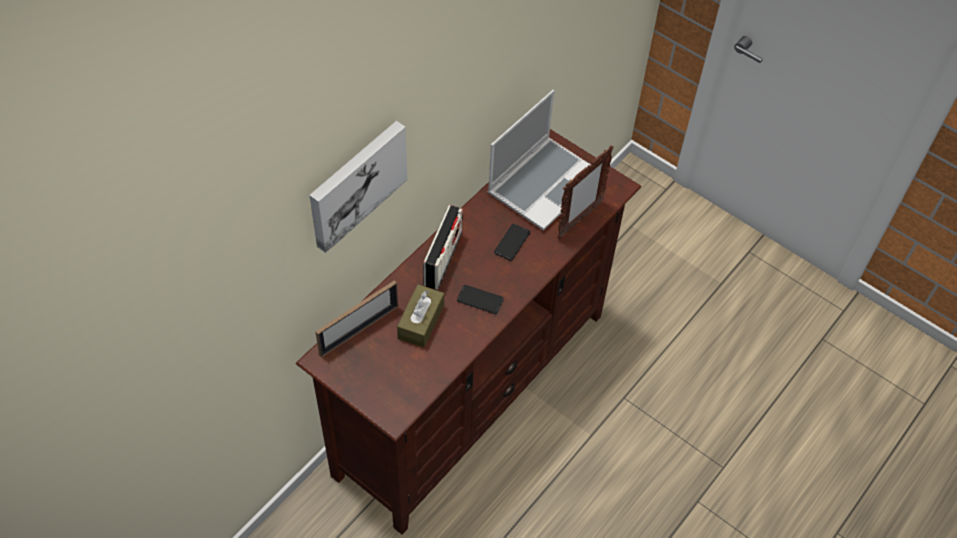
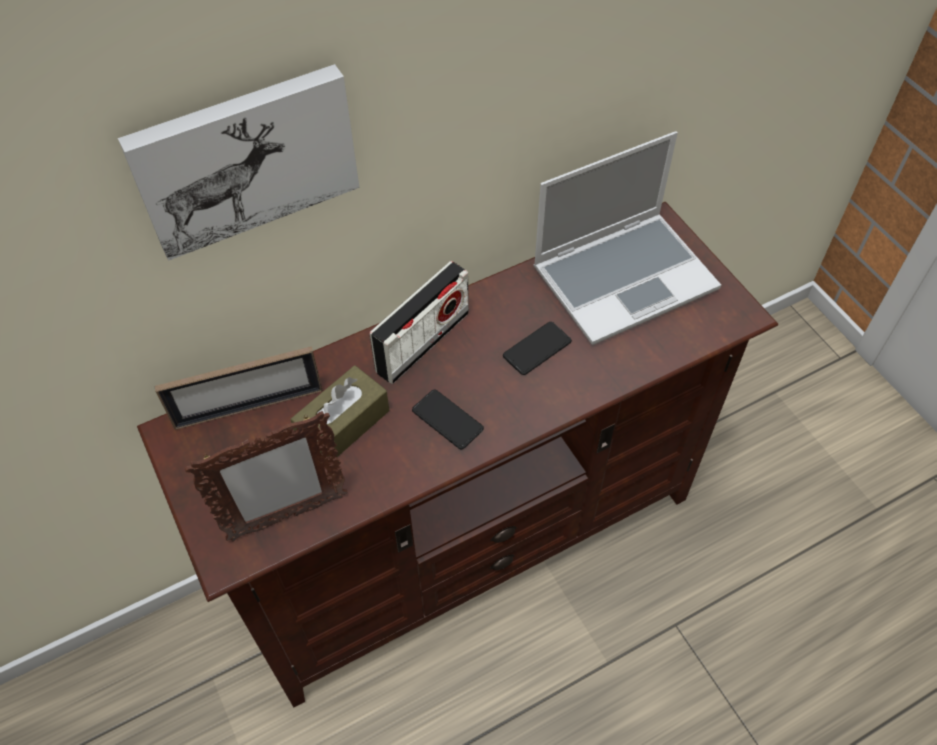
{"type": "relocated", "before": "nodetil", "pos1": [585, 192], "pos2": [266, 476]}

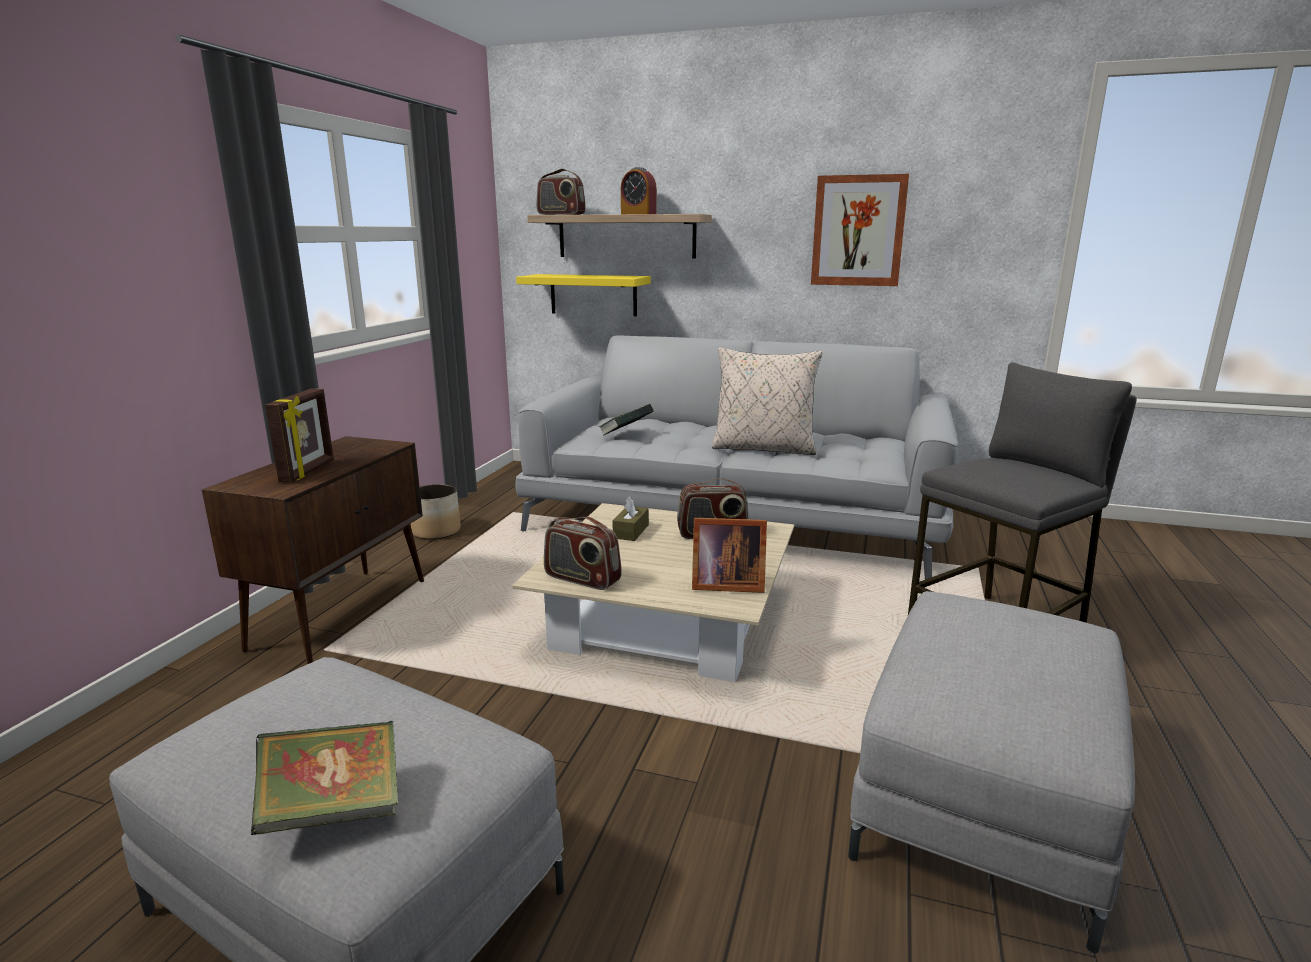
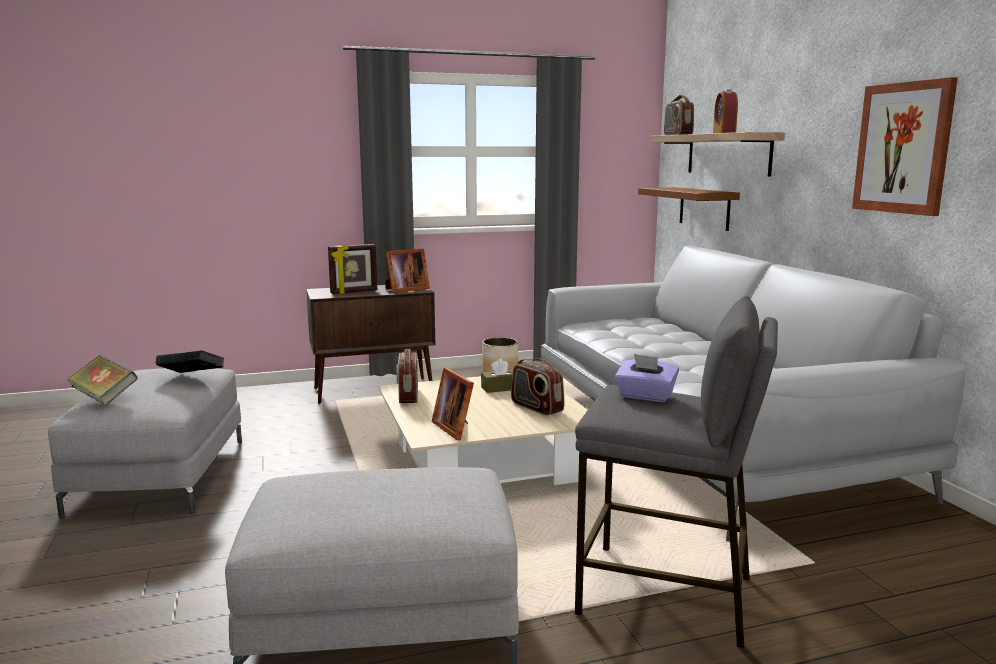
{"type": "colour", "before": "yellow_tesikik", "after": "brown_tesikik", "pos1": [583, 295], "pos2": [689, 209]}
{"type": "relocated", "before": "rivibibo", "pos1": [626, 420], "pos2": [190, 361]}
{"type": "missing", "before": "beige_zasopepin", "pos1": [767, 401]}
{"type": "appeared", "after": "nodetil", "pos2": [407, 270]}
{"type": "appeared", "after": "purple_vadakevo", "pos2": [647, 378]}

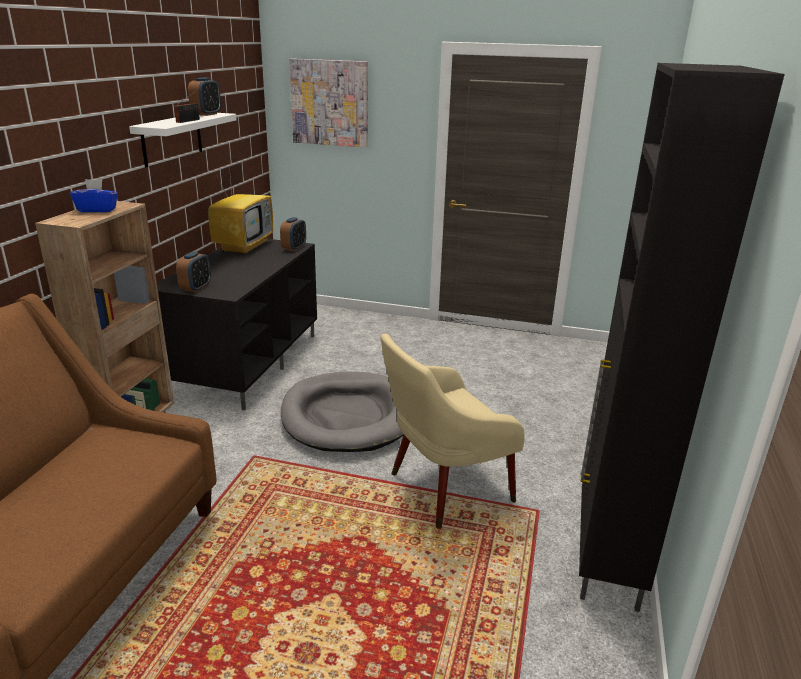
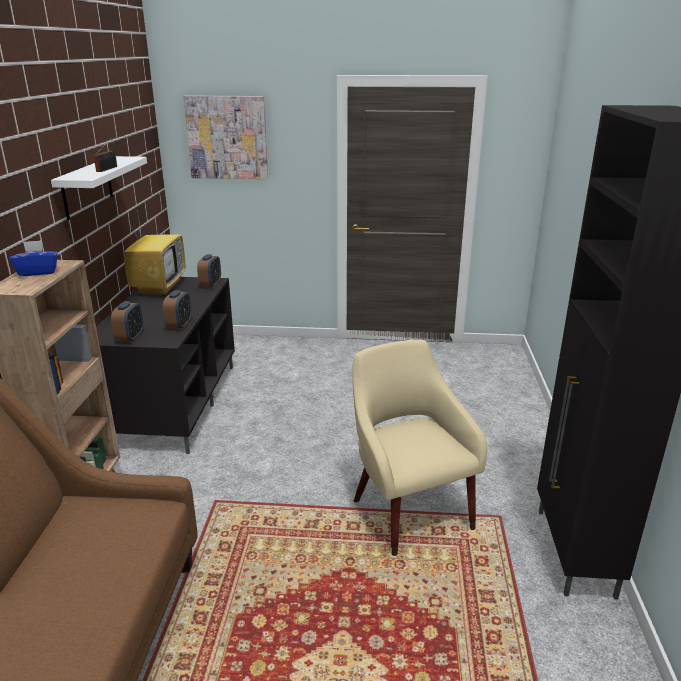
{"type": "relocated", "before": "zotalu", "pos1": [204, 97], "pos2": [177, 310]}
{"type": "missing", "before": "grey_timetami", "pos1": [342, 412]}
{"type": "spun", "before": "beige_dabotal", "pos1": [453, 431], "pos2": [419, 448], "turn": 105}

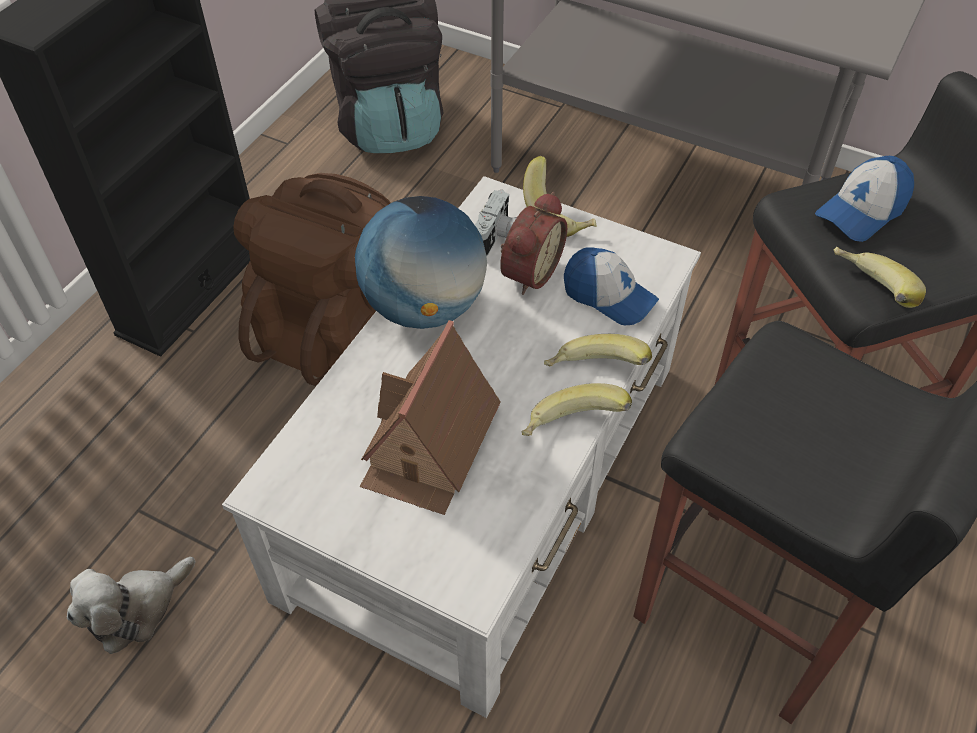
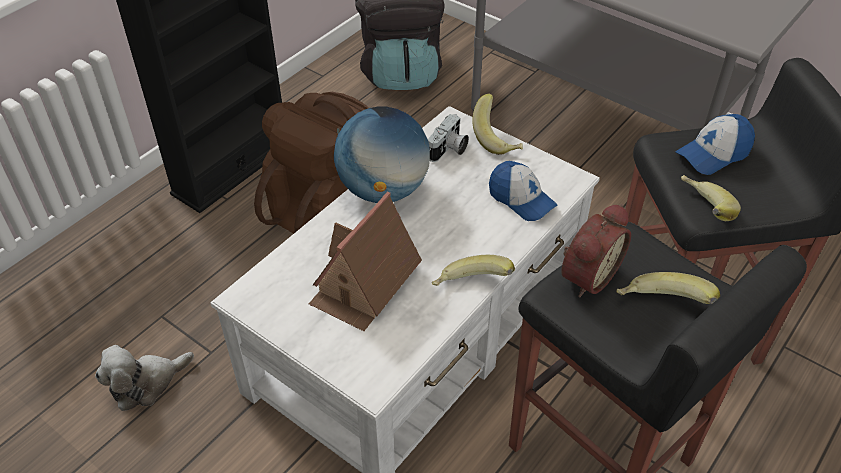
{"type": "relocated", "before": "zotalu", "pos1": [533, 243], "pos2": [596, 250]}
{"type": "relocated", "before": "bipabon", "pos1": [598, 350], "pos2": [668, 288]}

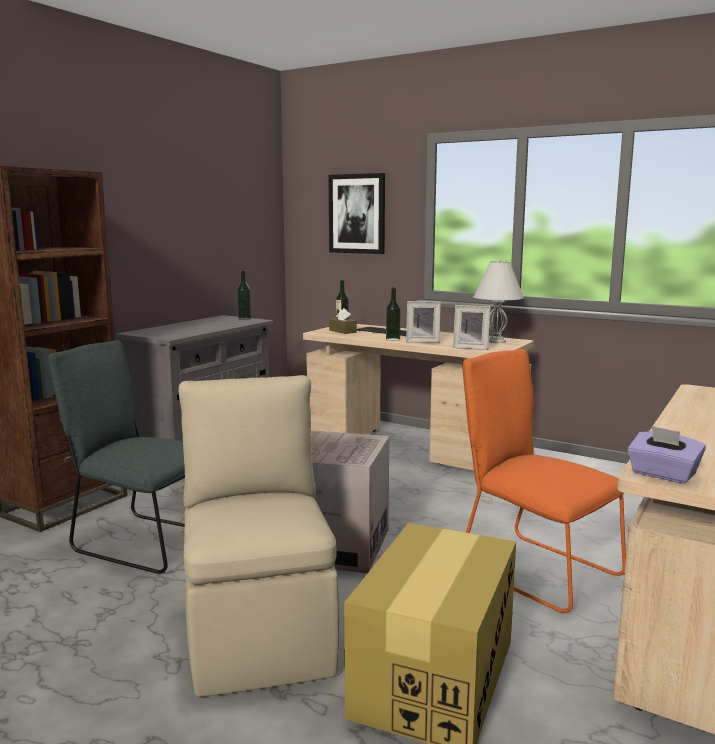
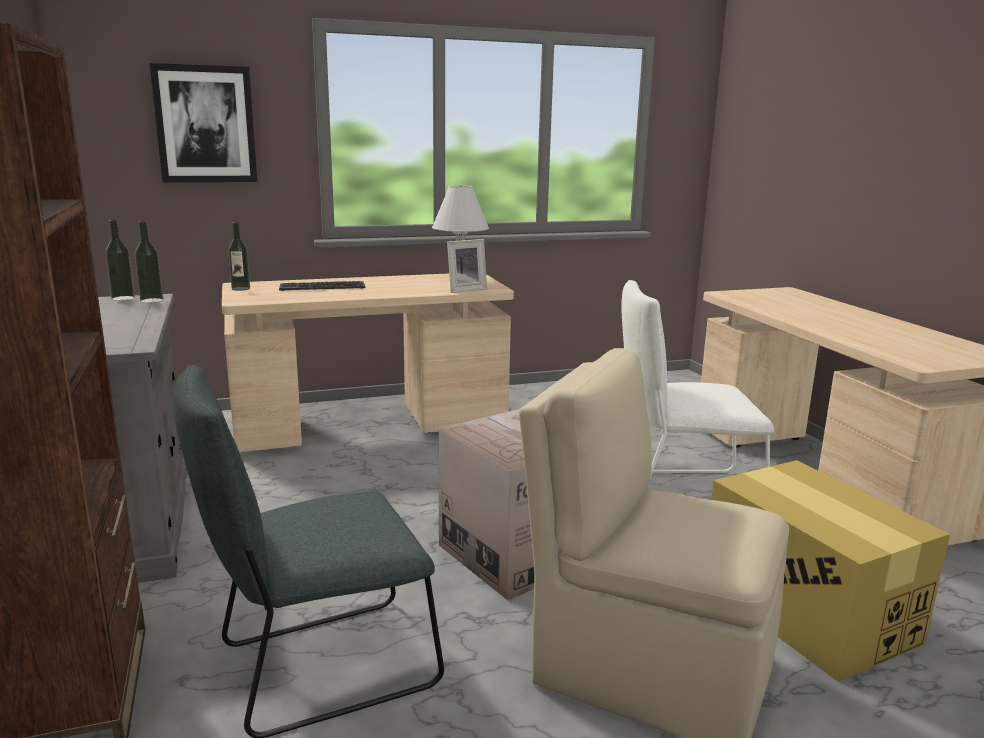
{"type": "missing", "before": "brown_vadakevo", "pos1": [343, 321]}
{"type": "relocated", "before": "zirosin", "pos1": [393, 314], "pos2": [149, 262]}
{"type": "missing", "before": "nodetil", "pos1": [423, 322]}
{"type": "colour", "before": "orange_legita", "after": "white_legita", "pos1": [544, 481], "pos2": [697, 379]}
{"type": "missing", "before": "purple_vadakevo", "pos1": [666, 455]}

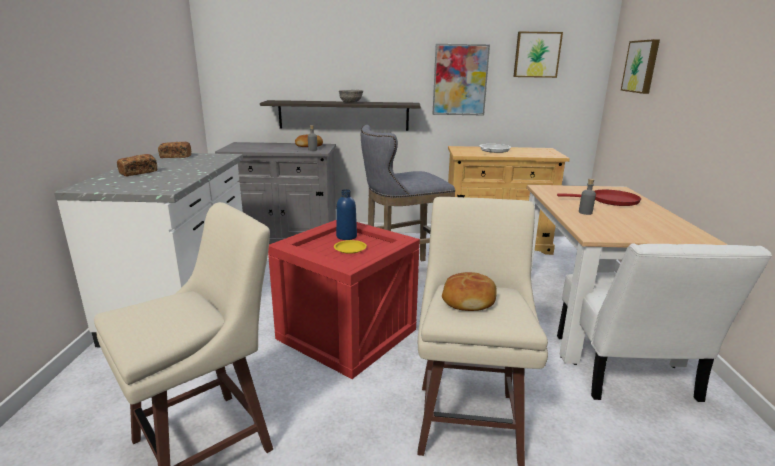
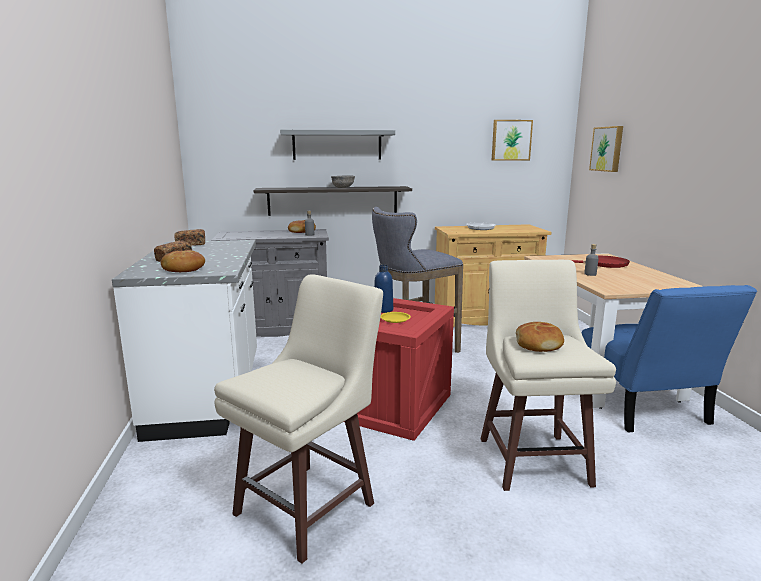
{"type": "missing", "before": "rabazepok", "pos1": [461, 79]}
{"type": "colour", "before": "white_legita", "after": "blue_legita", "pos1": [664, 322], "pos2": [669, 359]}
{"type": "appeared", "after": "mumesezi", "pos2": [183, 261]}
{"type": "appeared", "after": "grey_tesikik", "pos2": [337, 145]}

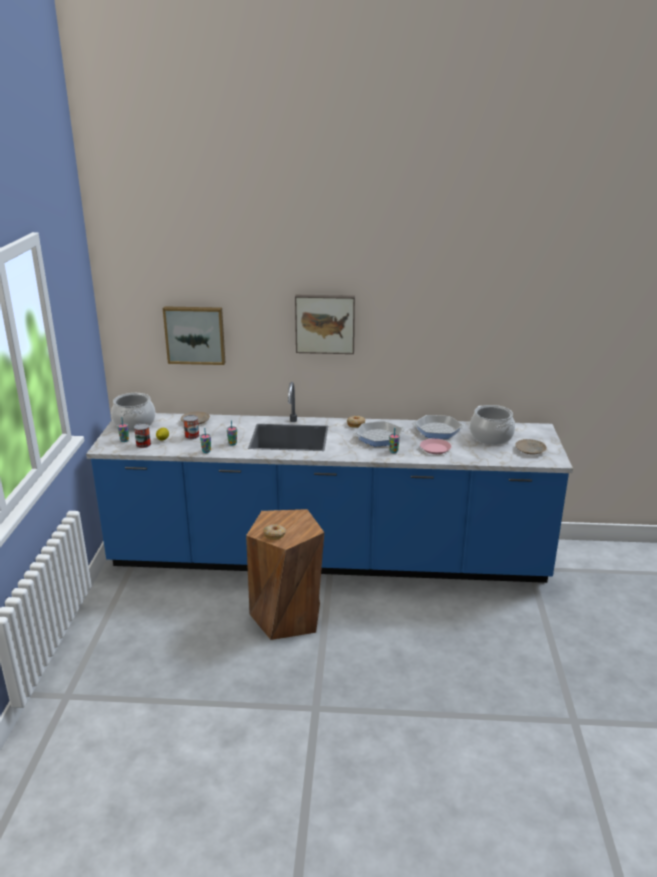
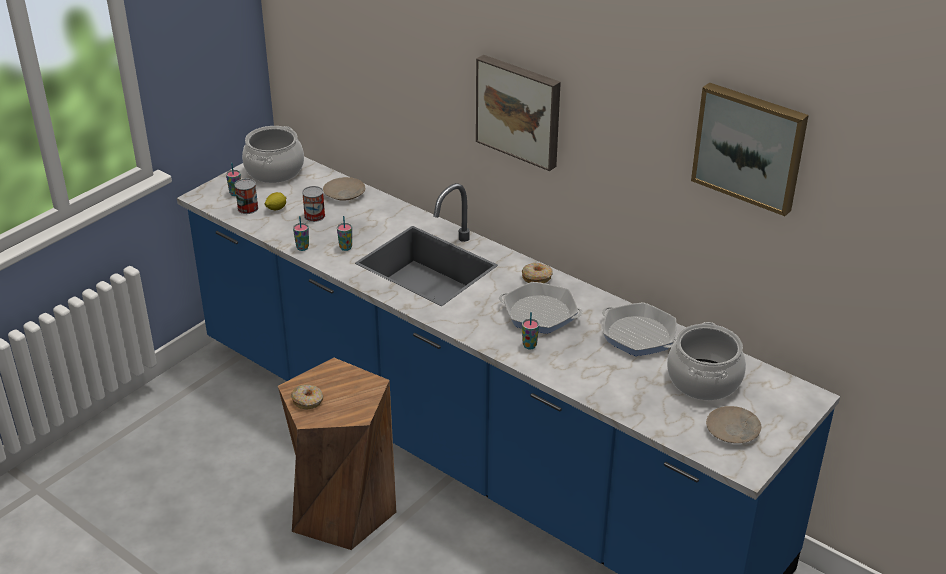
{"type": "relocated", "before": "rabazepok", "pos1": [194, 335], "pos2": [750, 149]}
{"type": "missing", "before": "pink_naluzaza", "pos1": [435, 446]}

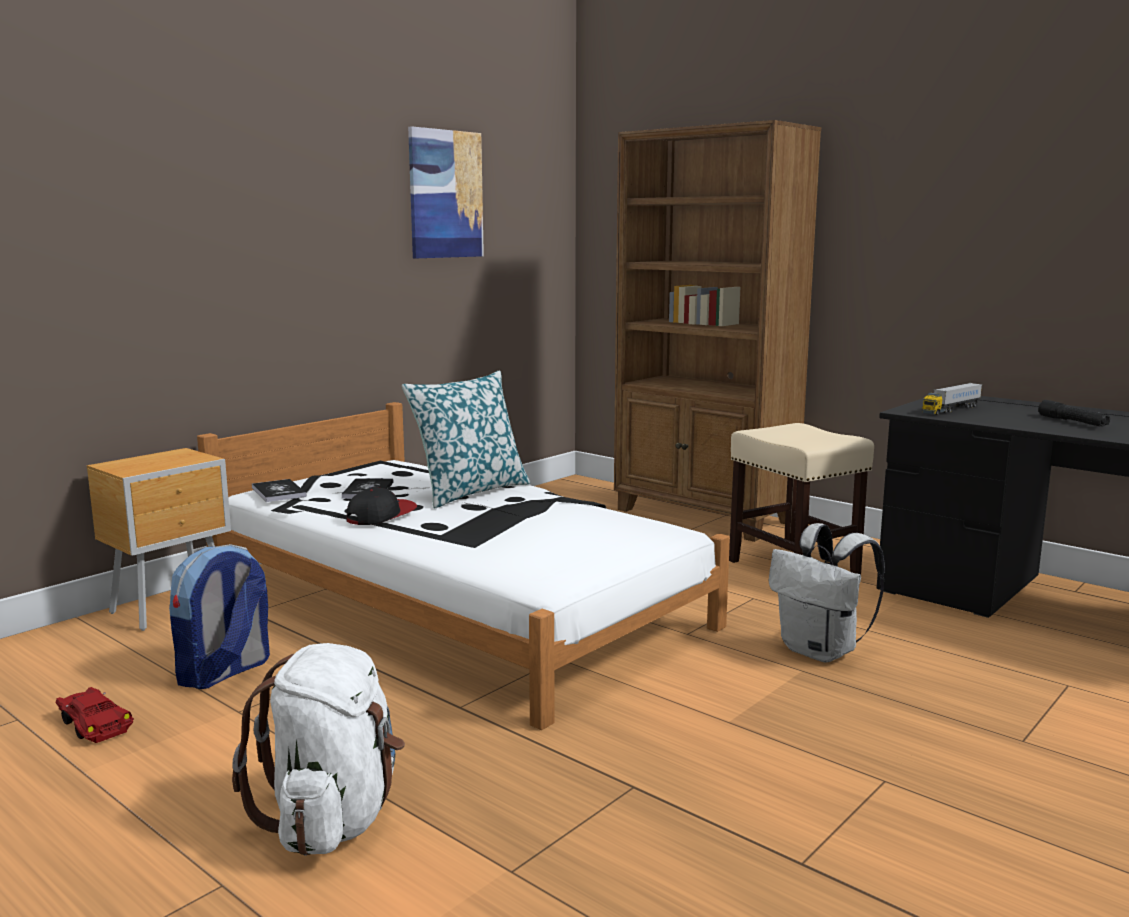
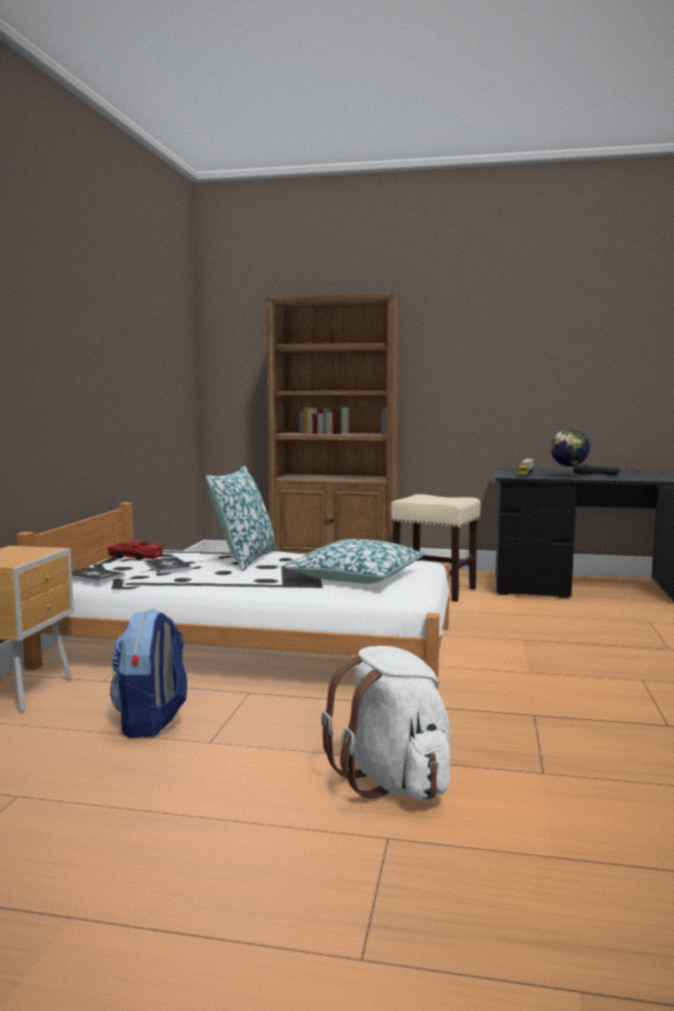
{"type": "relocated", "before": "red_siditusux", "pos1": [95, 715], "pos2": [135, 550]}
{"type": "missing", "before": "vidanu", "pos1": [381, 506]}
{"type": "missing", "before": "rabazepok", "pos1": [446, 192]}
{"type": "missing", "before": "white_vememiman", "pos1": [827, 593]}
{"type": "appeared", "after": "zasopepin", "pos2": [354, 561]}
{"type": "appeared", "after": "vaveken", "pos2": [570, 453]}

